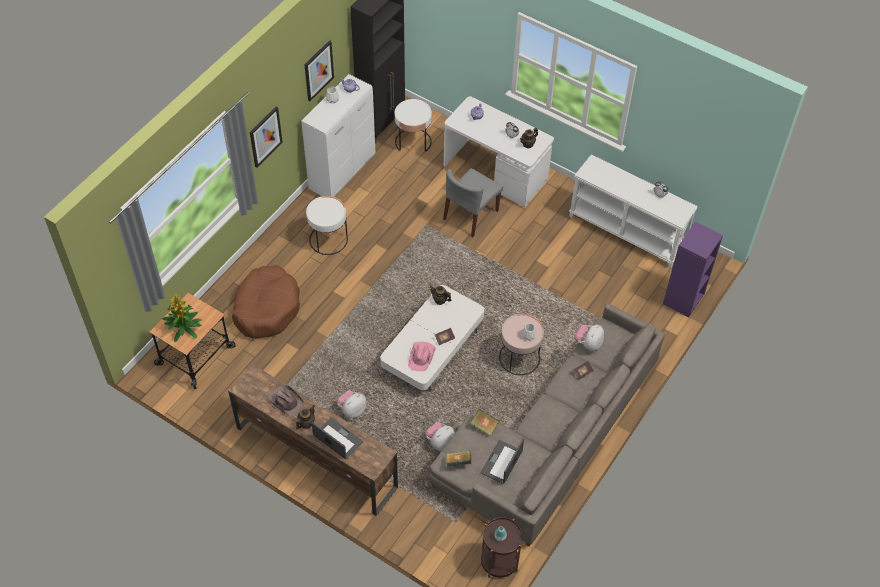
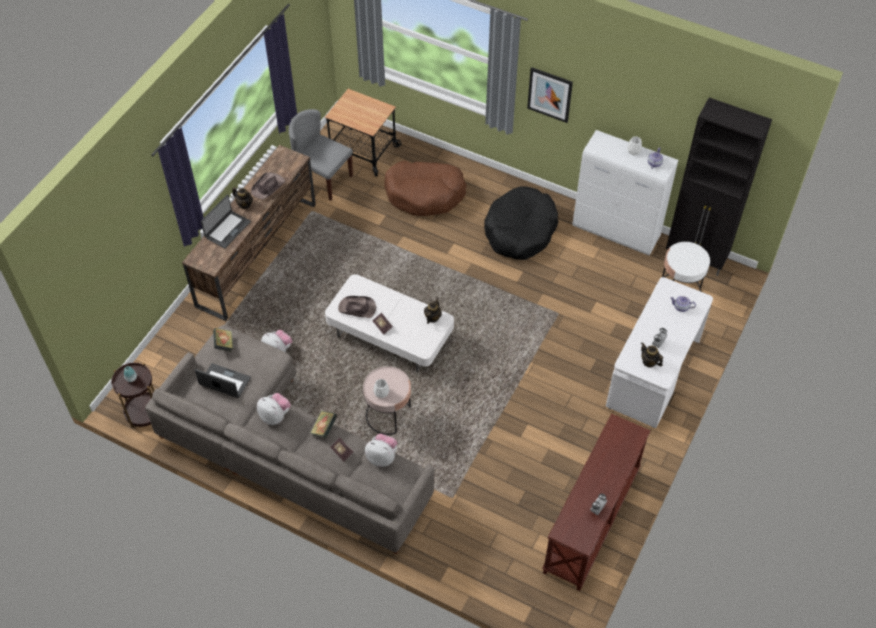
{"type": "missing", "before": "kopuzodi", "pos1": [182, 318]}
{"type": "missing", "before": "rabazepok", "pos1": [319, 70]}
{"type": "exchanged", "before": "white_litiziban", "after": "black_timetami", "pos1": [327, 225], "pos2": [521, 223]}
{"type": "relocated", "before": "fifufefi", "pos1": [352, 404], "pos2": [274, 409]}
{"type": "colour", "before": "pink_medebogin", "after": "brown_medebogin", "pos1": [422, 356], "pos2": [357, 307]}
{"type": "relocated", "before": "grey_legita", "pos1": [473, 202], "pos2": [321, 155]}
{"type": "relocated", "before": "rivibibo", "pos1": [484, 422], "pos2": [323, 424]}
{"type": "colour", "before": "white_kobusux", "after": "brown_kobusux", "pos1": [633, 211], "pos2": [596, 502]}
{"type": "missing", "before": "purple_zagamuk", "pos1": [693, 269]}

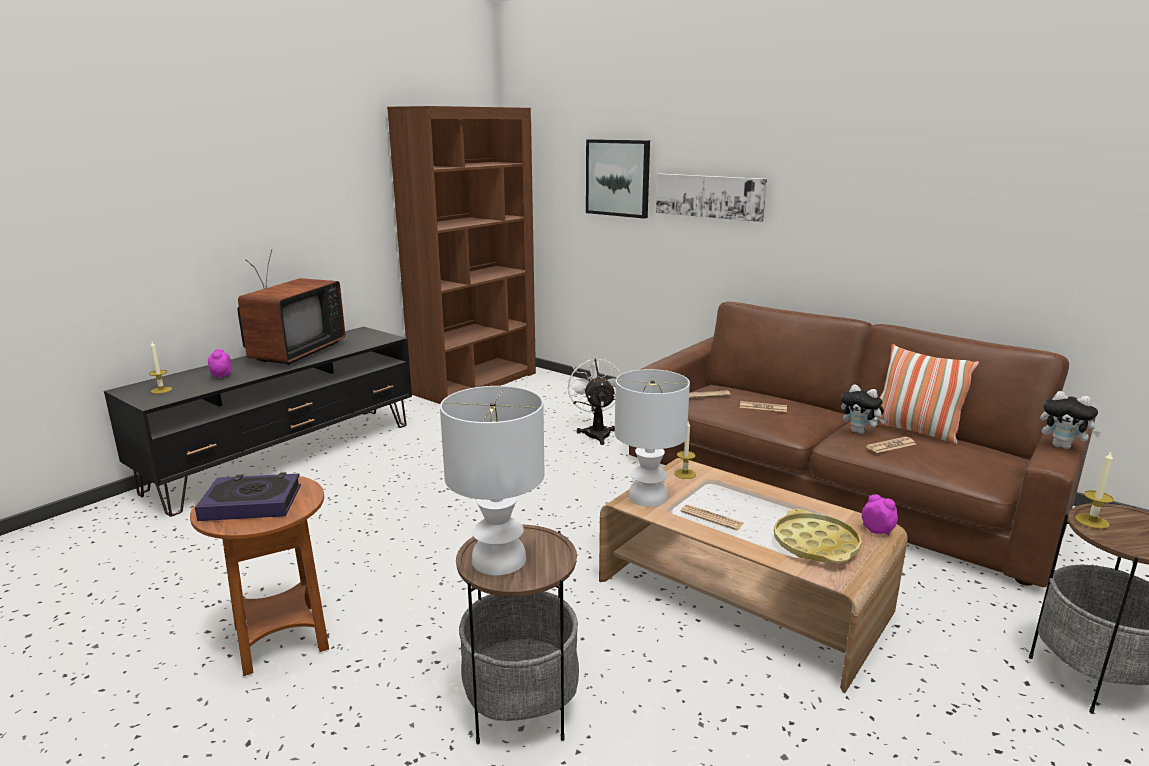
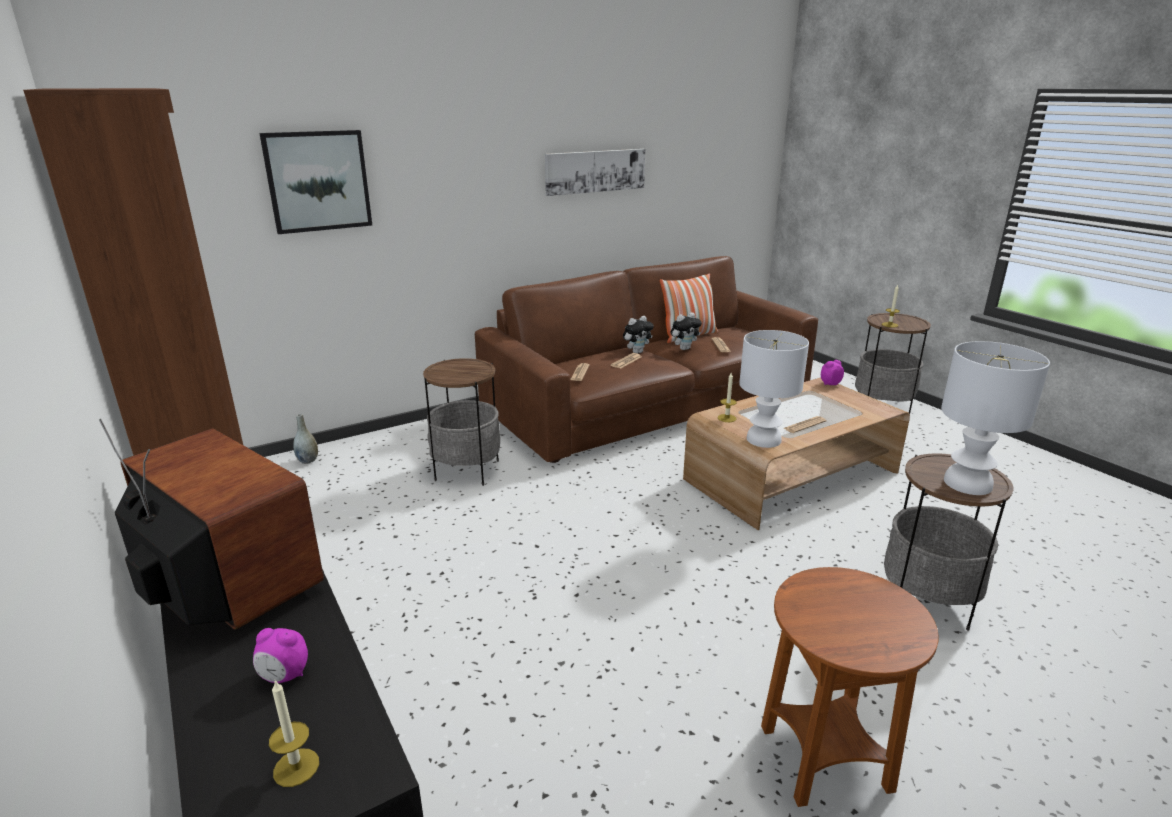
{"type": "missing", "before": "rivibibo", "pos1": [248, 496]}
{"type": "exchanged", "before": "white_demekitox", "after": "litiziban", "pos1": [593, 401], "pos2": [461, 422]}
{"type": "relocated", "before": "rabazepok", "pos1": [711, 198], "pos2": [595, 172]}
{"type": "missing", "before": "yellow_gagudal", "pos1": [818, 536]}
{"type": "relocated", "before": "fifufefi", "pos1": [1071, 420], "pos2": [638, 334]}
{"type": "appeared", "after": "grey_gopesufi", "pos2": [305, 439]}

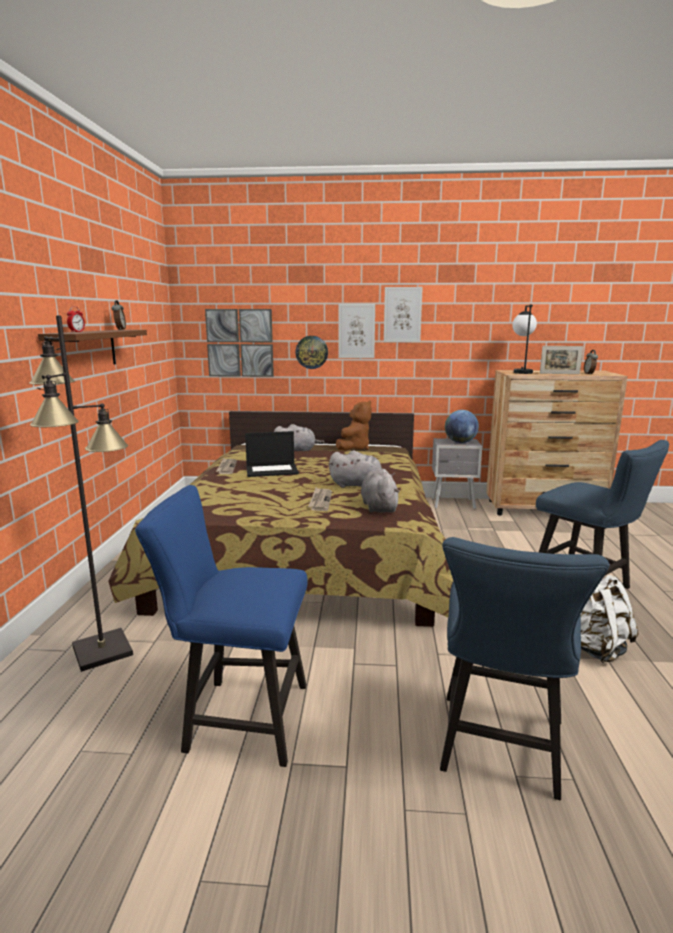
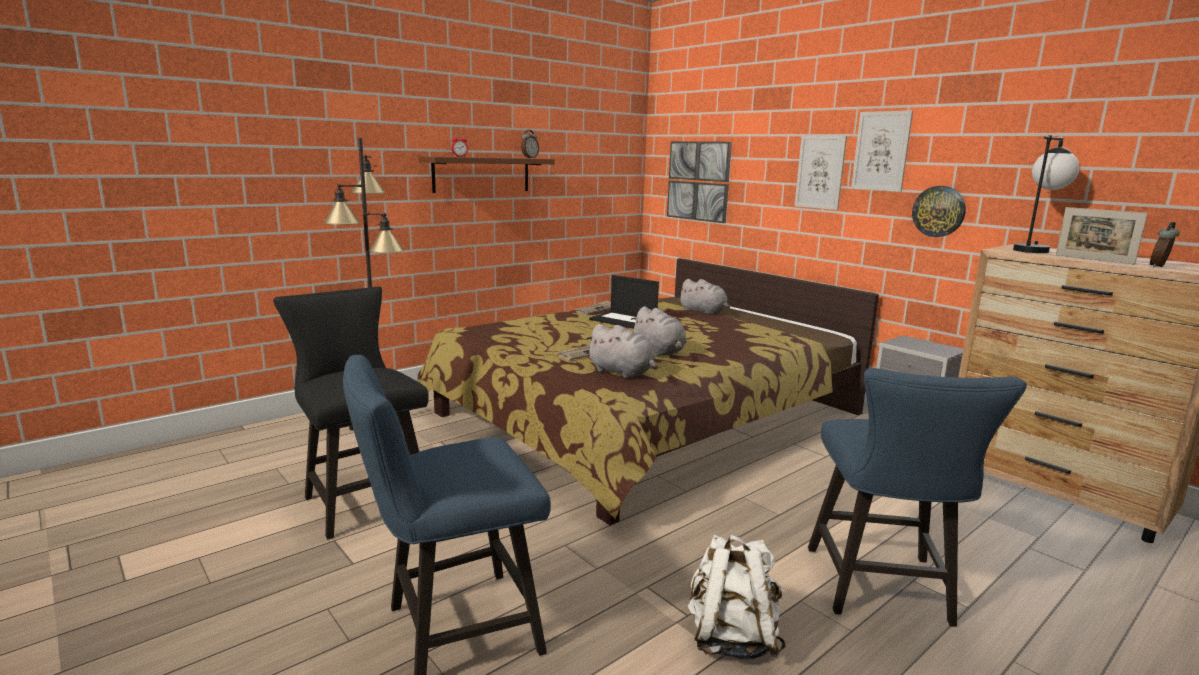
{"type": "colour", "before": "blue_legita", "after": "black_legita", "pos1": [221, 626], "pos2": [351, 413]}
{"type": "relocated", "before": "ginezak", "pos1": [311, 352], "pos2": [939, 211]}
{"type": "missing", "before": "brown_fifufefi", "pos1": [354, 426]}
{"type": "spun", "before": "grey_fifufefi", "pos1": [380, 491], "pos2": [621, 351], "turn": 90}
{"type": "missing", "before": "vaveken", "pos1": [462, 426]}

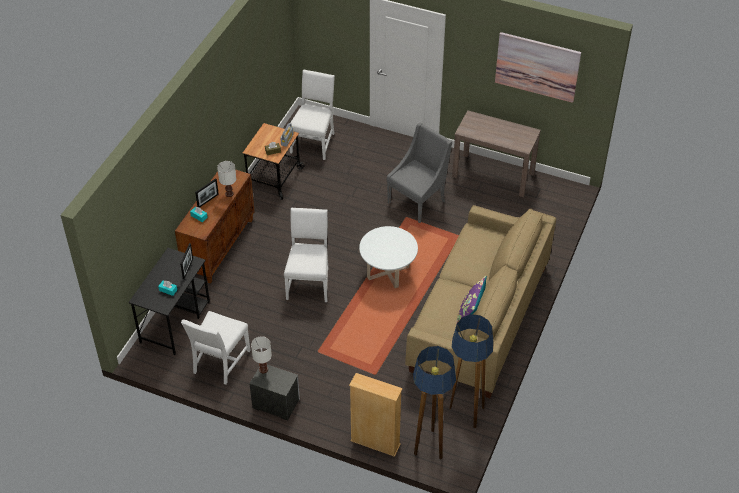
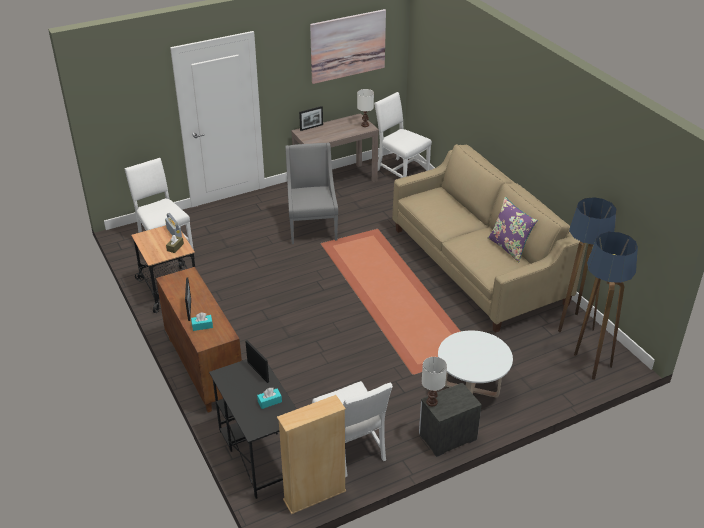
{"type": "relocated", "before": "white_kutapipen", "pos1": [226, 179], "pos2": [365, 108]}
{"type": "relocated", "before": "white_legita", "pos1": [306, 255], "pos2": [403, 135]}
{"type": "relocated", "before": "beige_zagamuk", "pos1": [376, 415], "pos2": [311, 454]}
{"type": "relocated", "before": "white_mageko", "pos1": [388, 257], "pos2": [475, 364]}
{"type": "appeared", "after": "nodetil", "pos2": [311, 118]}

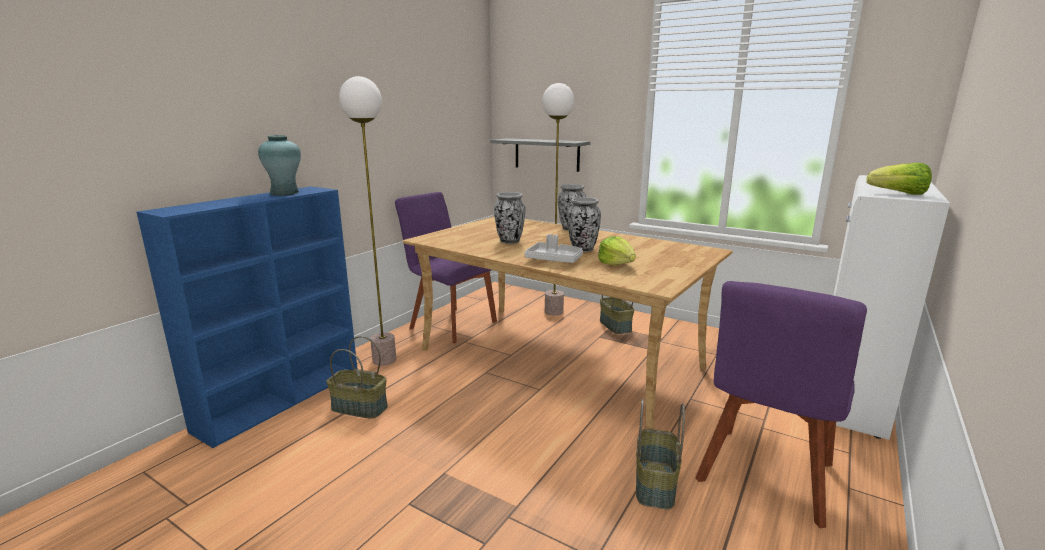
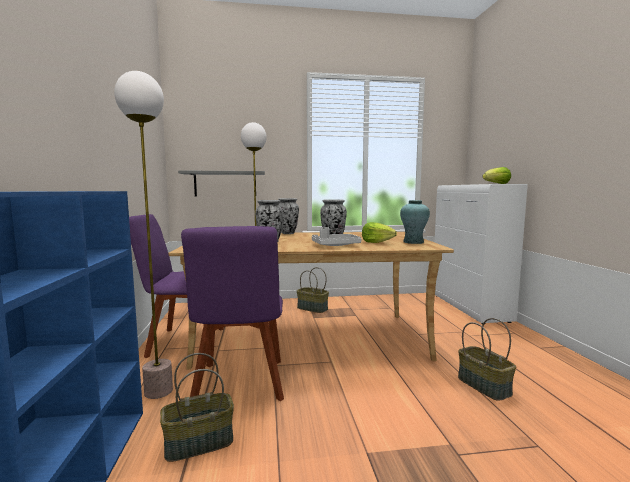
{"type": "relocated", "before": "turquoise_gopesufi", "pos1": [279, 165], "pos2": [415, 222]}
{"type": "relocated", "before": "purple_legita", "pos1": [781, 404], "pos2": [232, 313]}

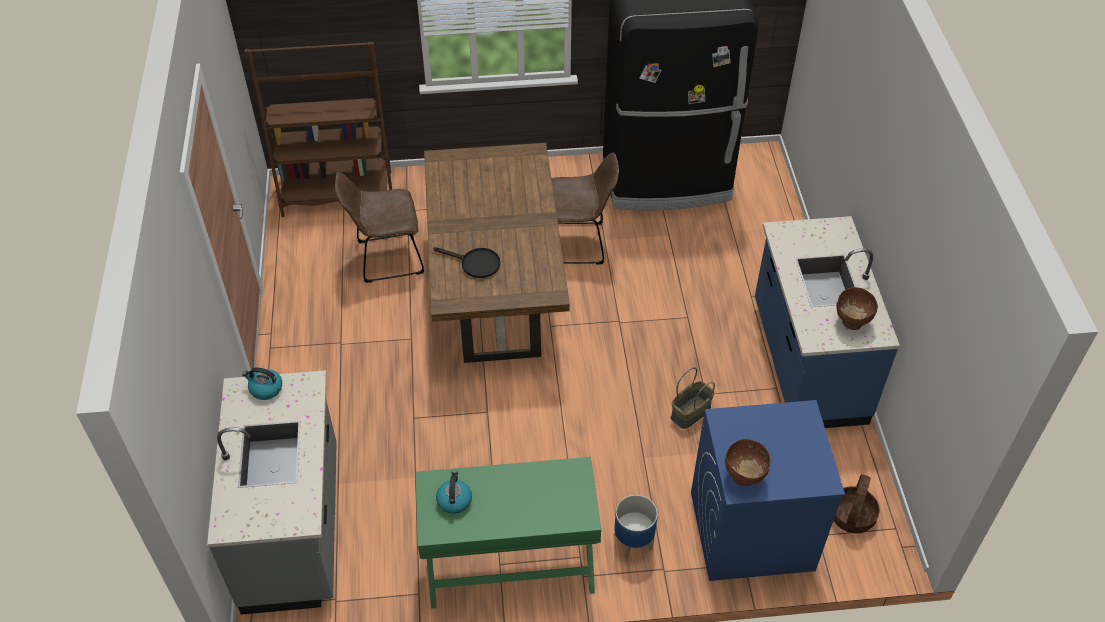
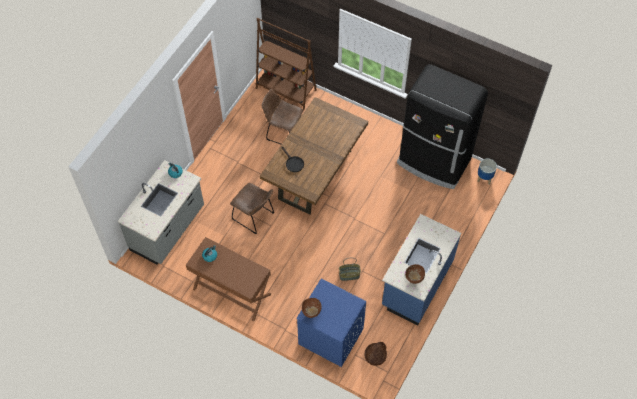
{"type": "colour", "before": "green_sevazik", "after": "brown_sevazik", "pos1": [508, 533], "pos2": [229, 279]}
{"type": "relocated", "before": "brown_legita", "pos1": [585, 208], "pos2": [252, 208]}
{"type": "relocated", "before": "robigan", "pos1": [636, 527], "pos2": [487, 172]}

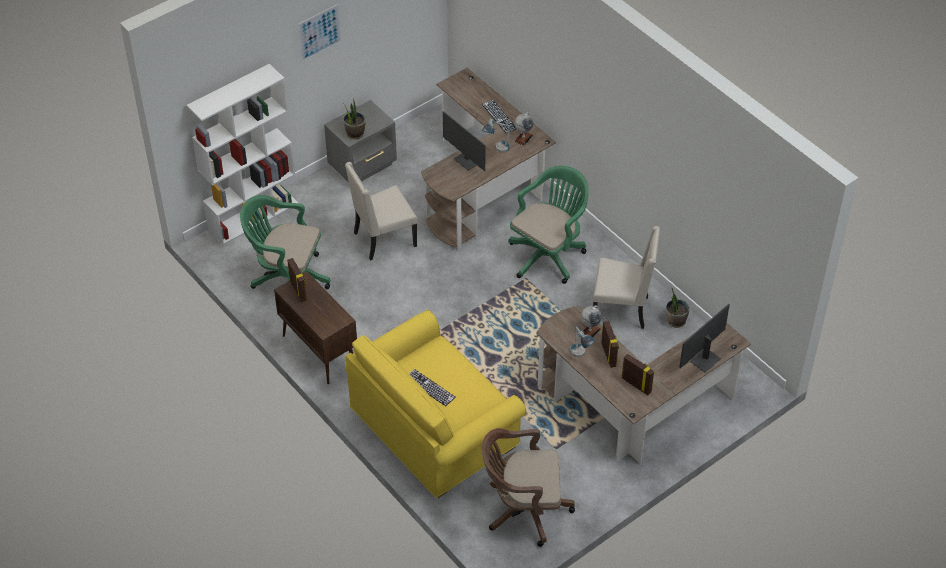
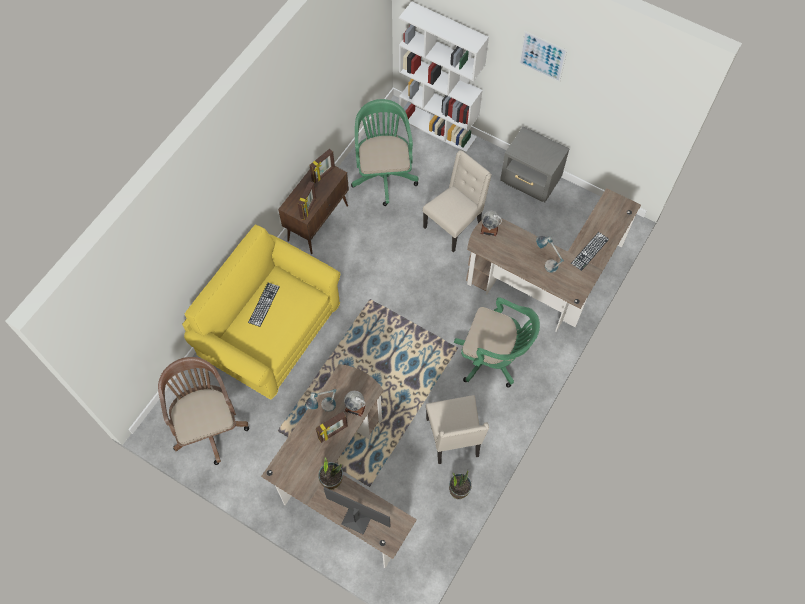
{"type": "relocated", "before": "kopuzodi", "pos1": [354, 118], "pos2": [330, 473]}
{"type": "spun", "before": "beige_legita", "pos1": [381, 211], "pos2": [457, 201], "turn": 90}
{"type": "missing", "before": "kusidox", "pos1": [464, 141]}
{"type": "relocated", "before": "vaveken", "pos1": [523, 129], "pos2": [491, 223]}
{"type": "relocated", "before": "nodetil", "pos1": [638, 374], "pos2": [307, 200]}

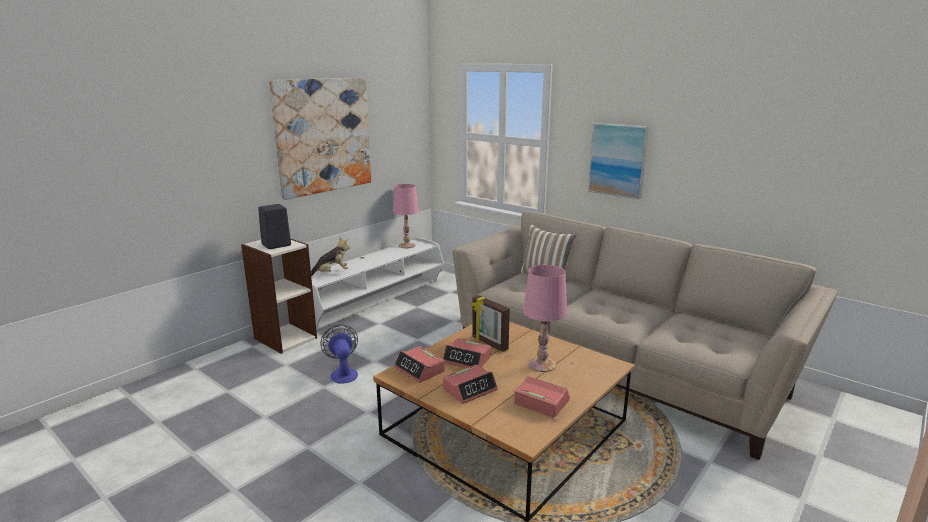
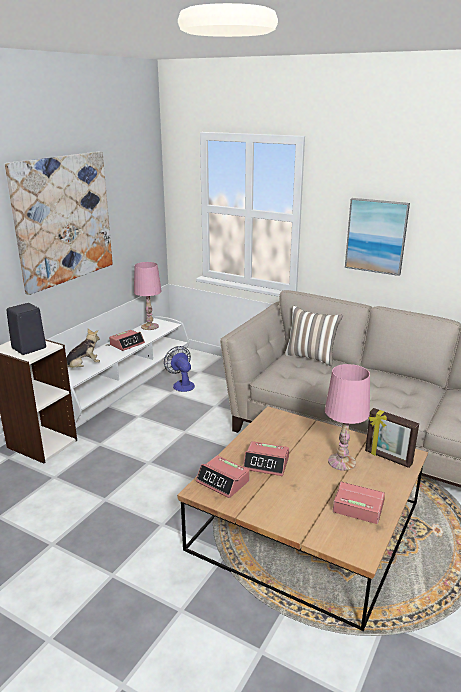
{"type": "relocated", "before": "demekitox", "pos1": [339, 354], "pos2": [179, 369]}
{"type": "relocated", "before": "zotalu", "pos1": [470, 384], "pos2": [127, 340]}
{"type": "relocated", "before": "nodetil", "pos1": [491, 323], "pos2": [392, 438]}

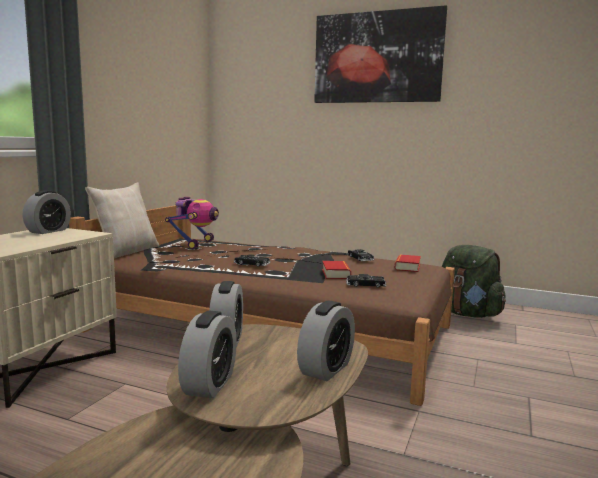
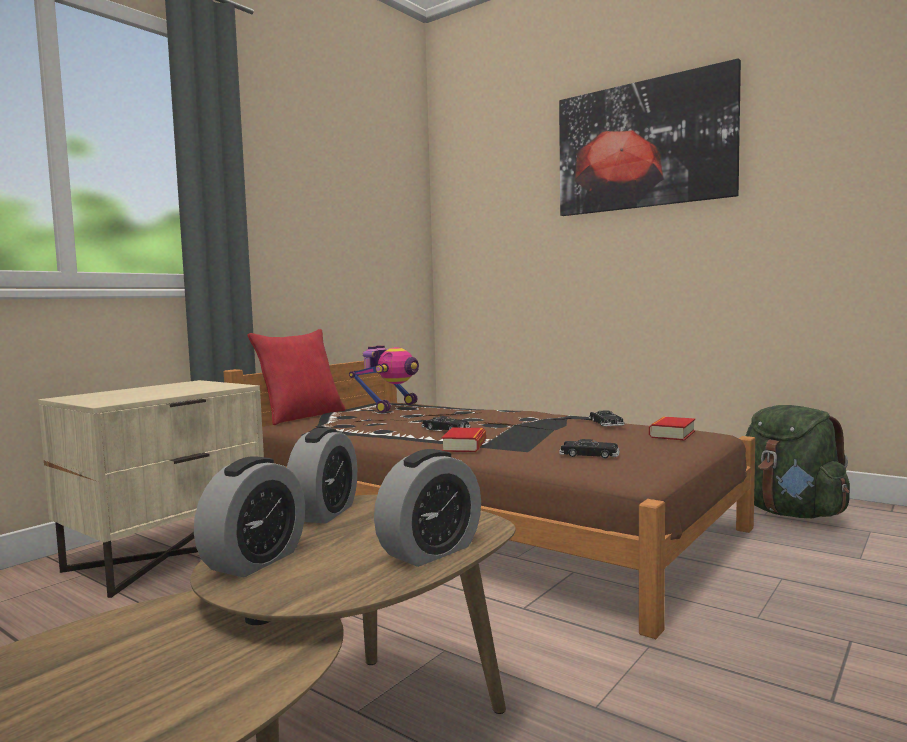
{"type": "missing", "before": "zotalu", "pos1": [47, 212]}
{"type": "colour", "before": "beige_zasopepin", "after": "red_zasopepin", "pos1": [122, 220], "pos2": [297, 377]}
{"type": "relocated", "before": "rivibibo", "pos1": [336, 270], "pos2": [464, 440]}

